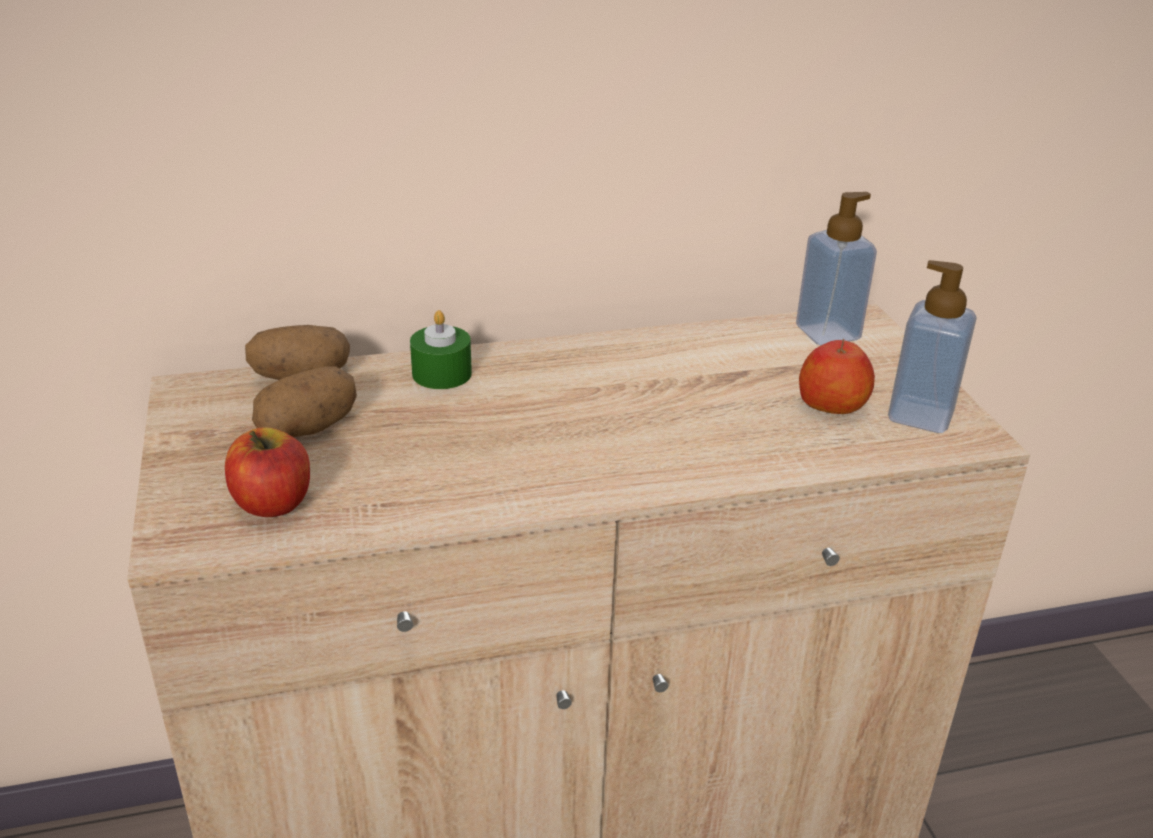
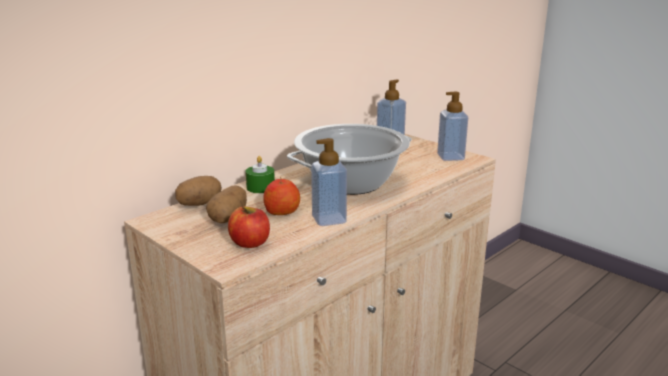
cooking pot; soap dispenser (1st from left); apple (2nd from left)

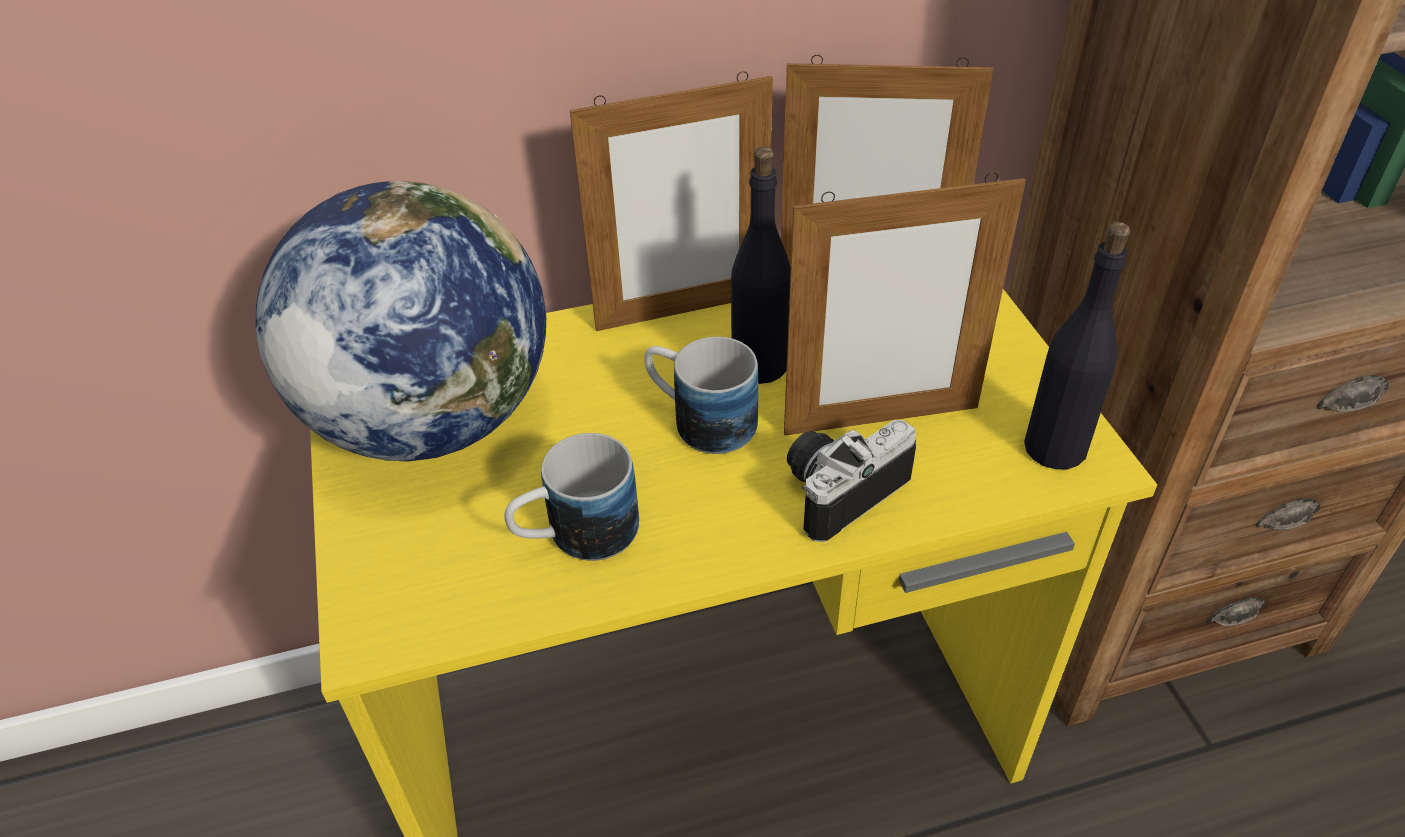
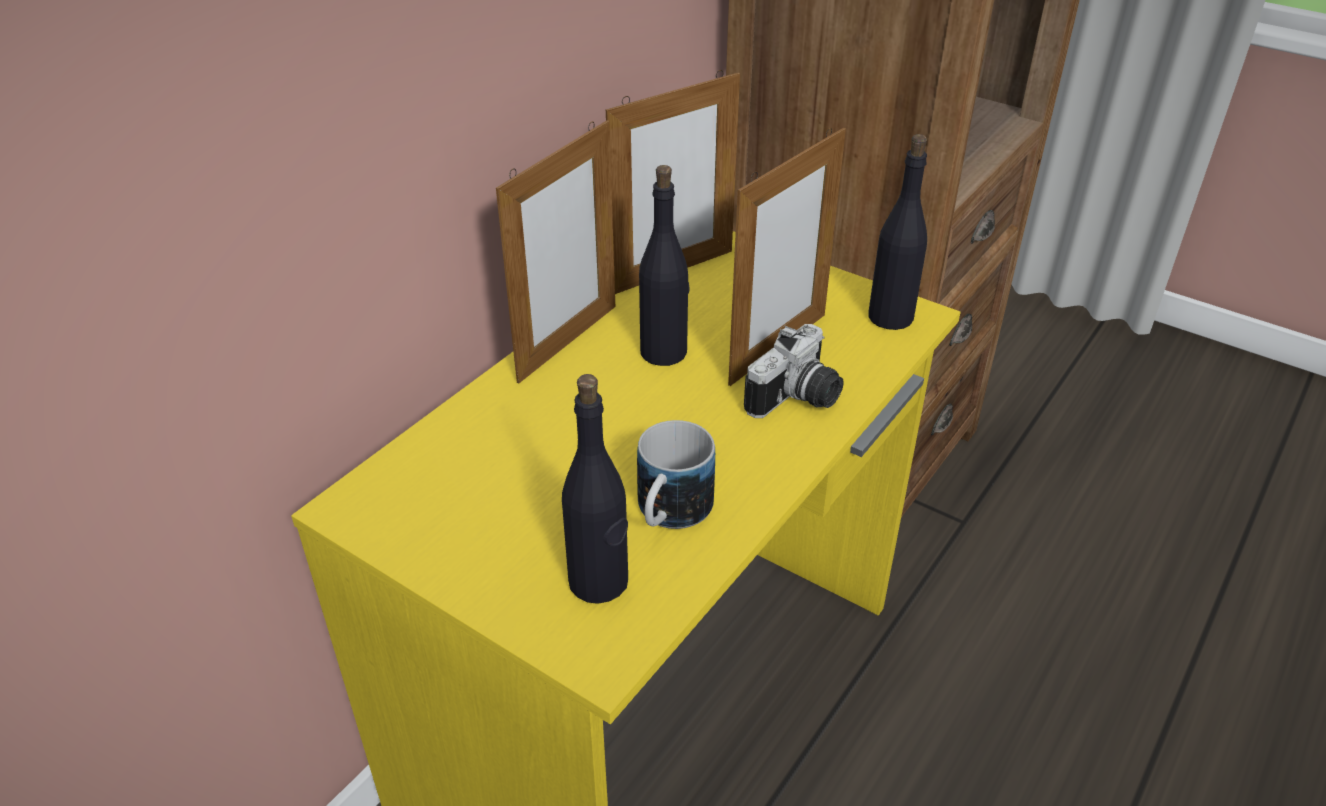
globe; mug (2nd from left in the first image); black bottle (1st from left); photo camera

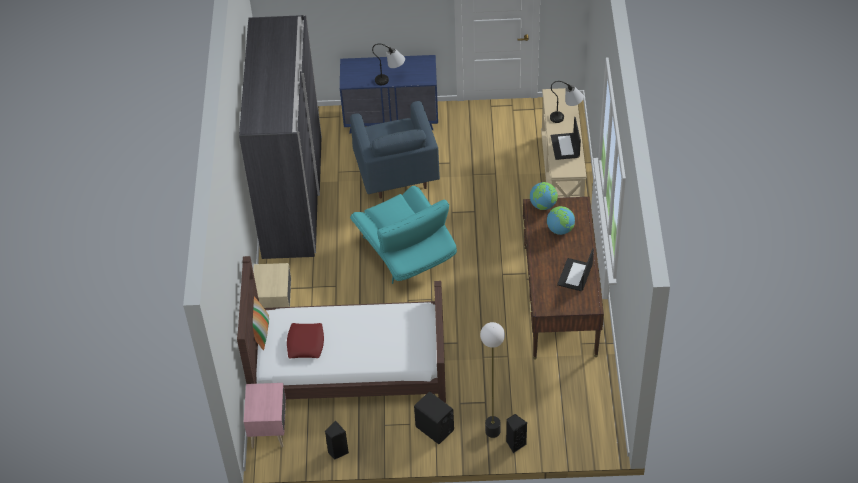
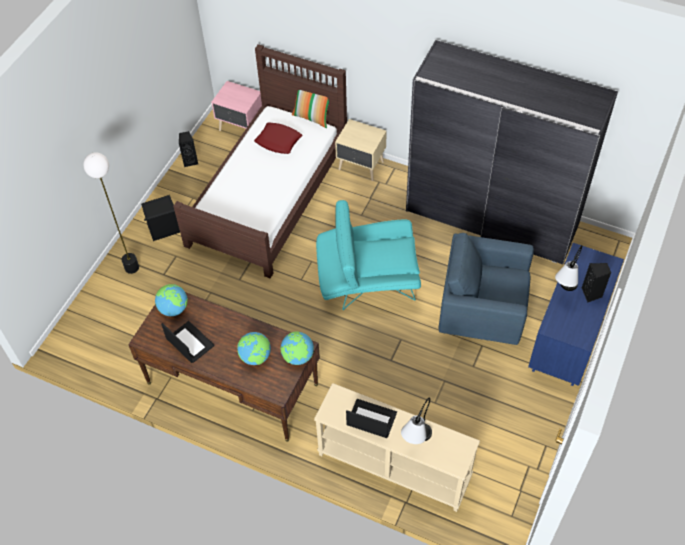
globe (1st from left); black speaker (3rd from left)

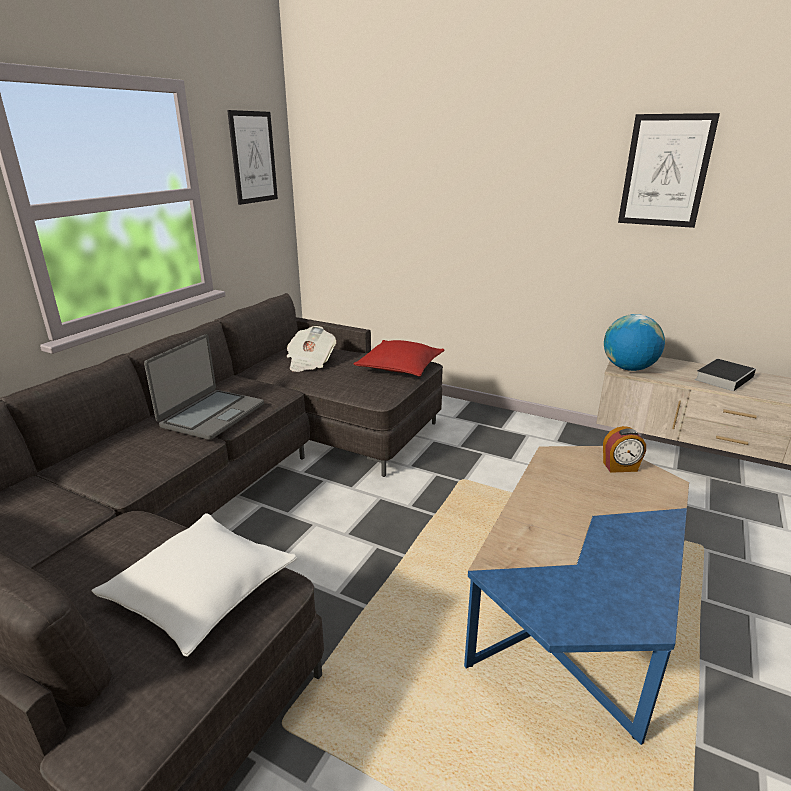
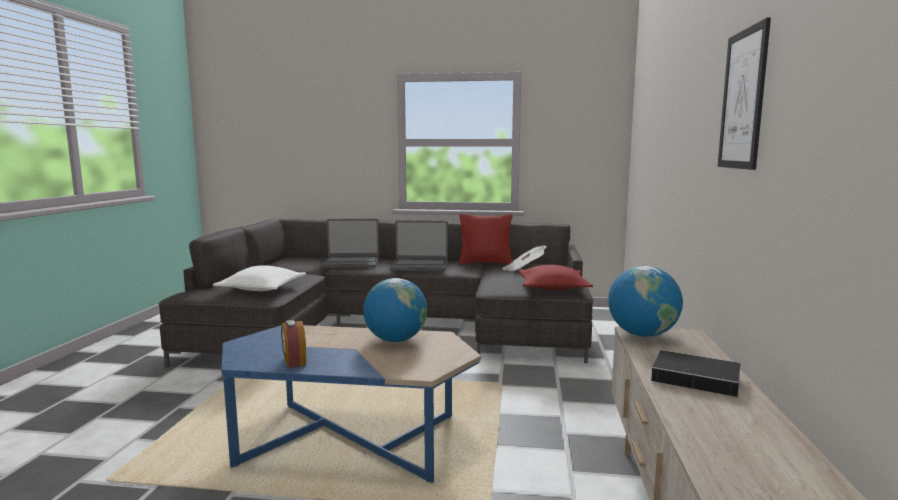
picture (1st from left in the first image); laptop (1st from left); globe (1st from left); red pillow (1st from left); alarm clock

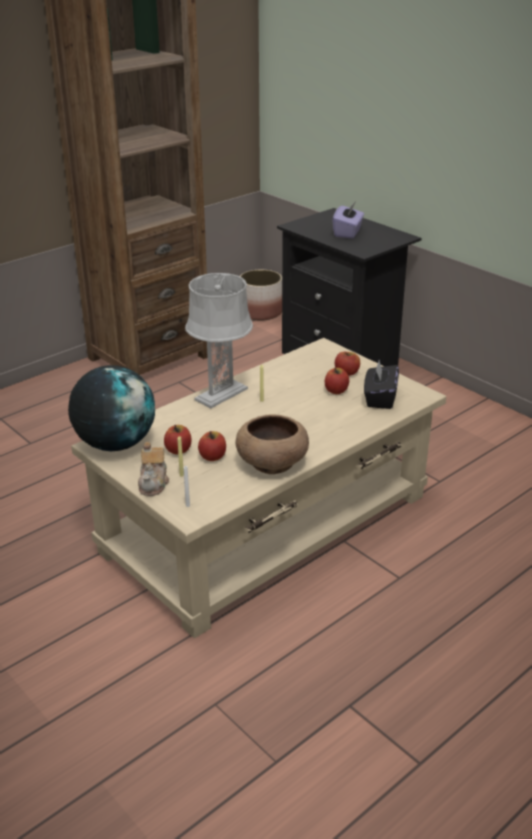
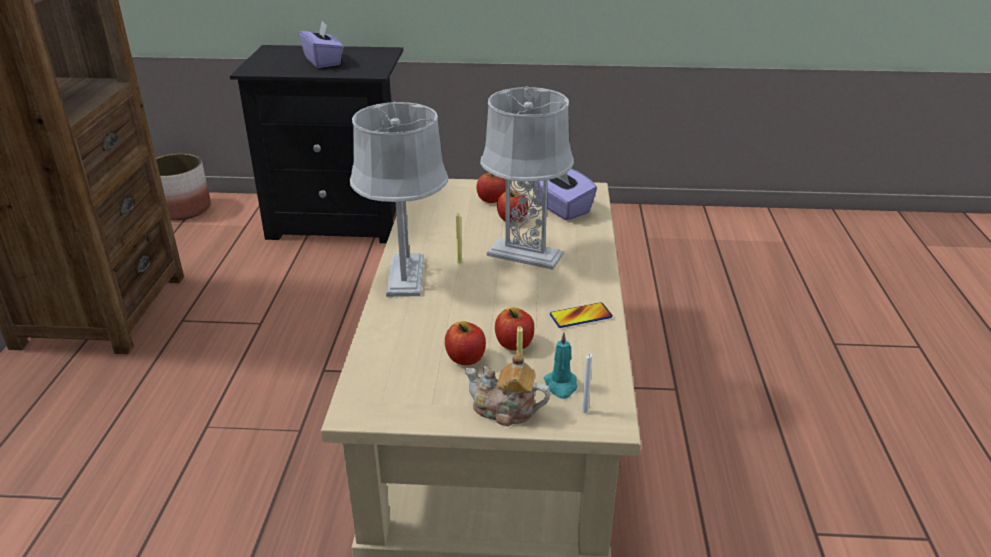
globe; grey table lamp (2nd from left); turquoise candle; phone; purple tissue box (2nd from left); teapot

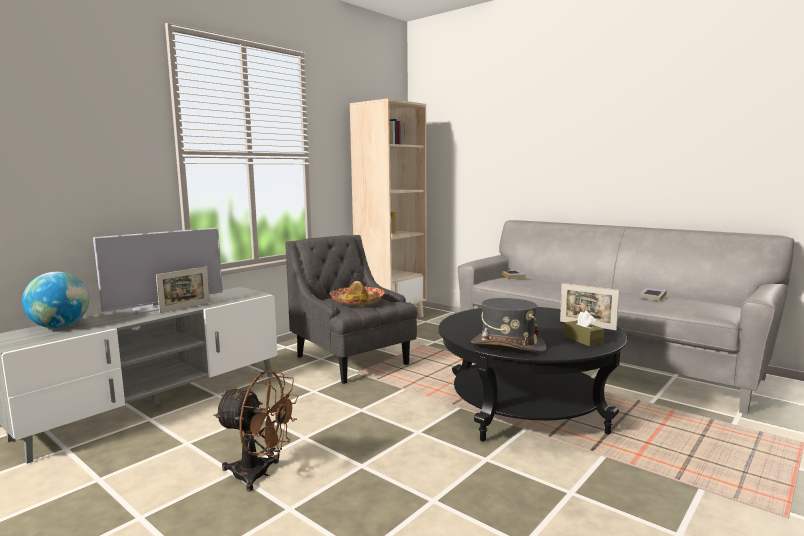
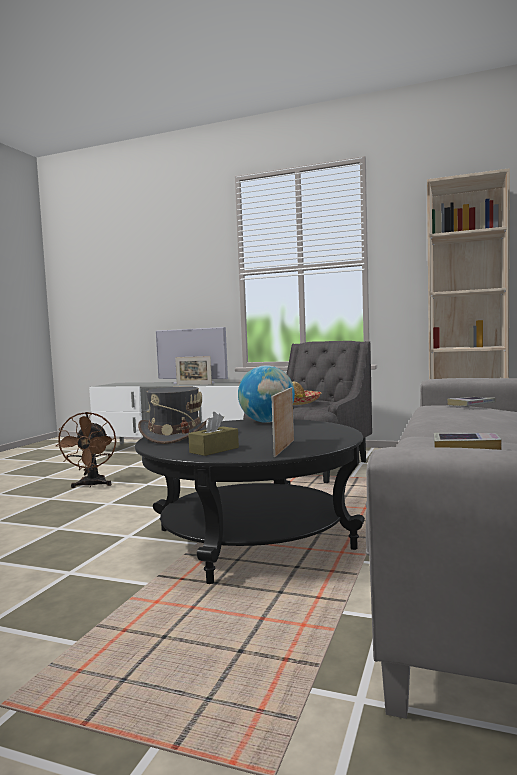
globe

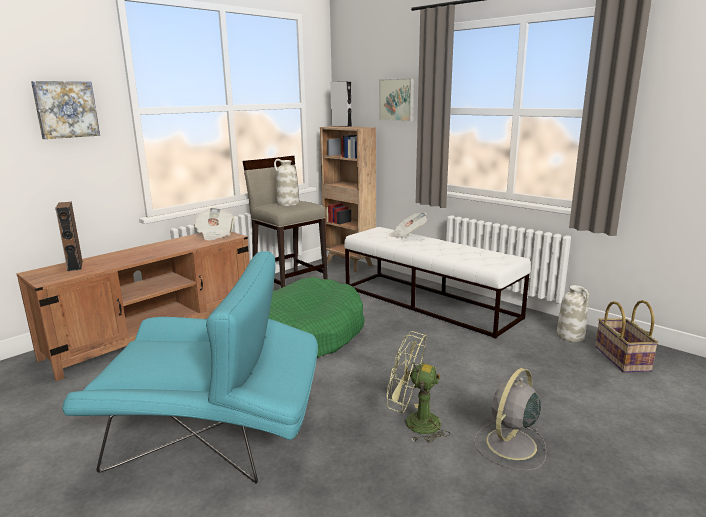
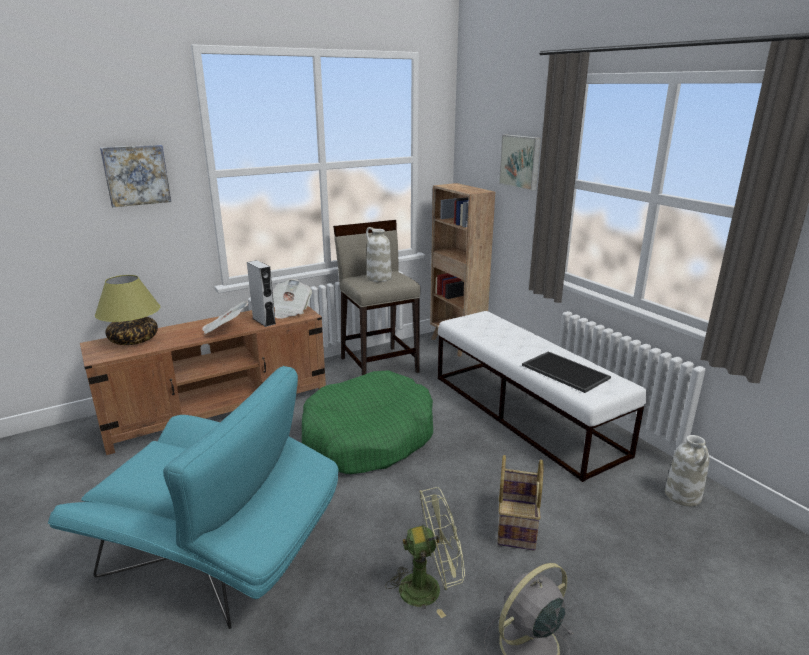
tray; grey speaker; newspaper (1st from left); basket; table lamp; green fan

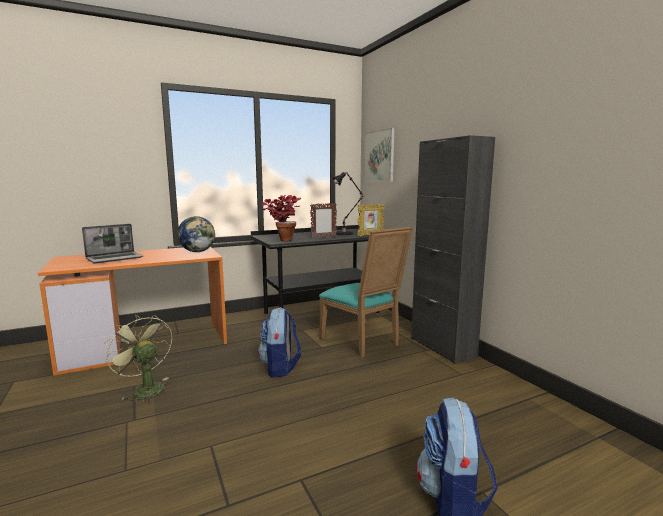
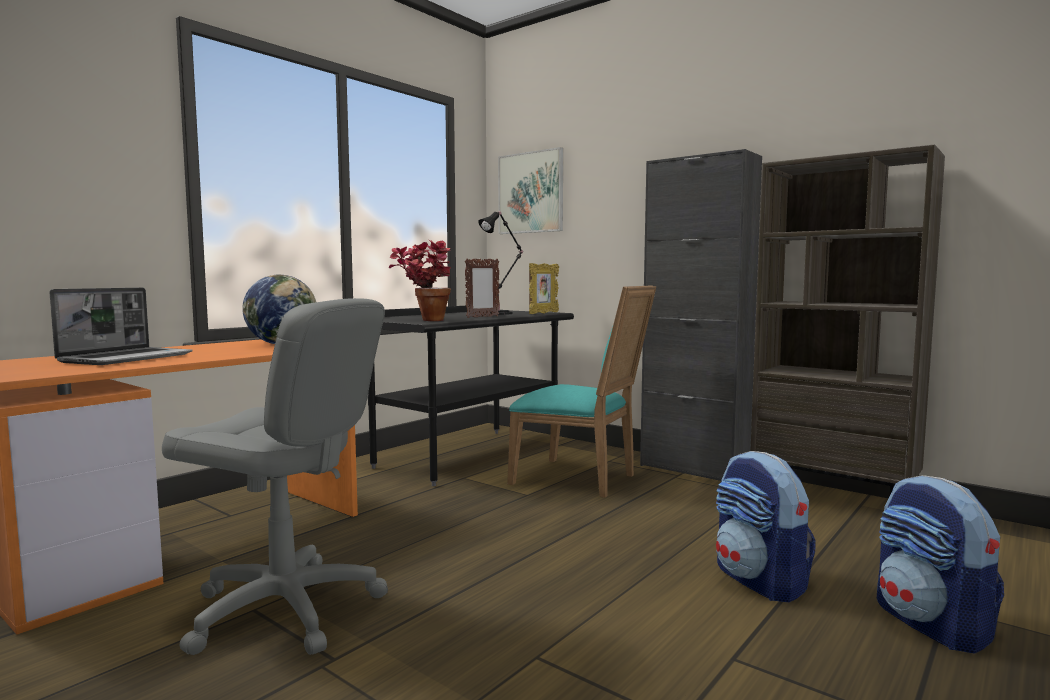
brown bookcase; backpack (1st from left); grey office chair

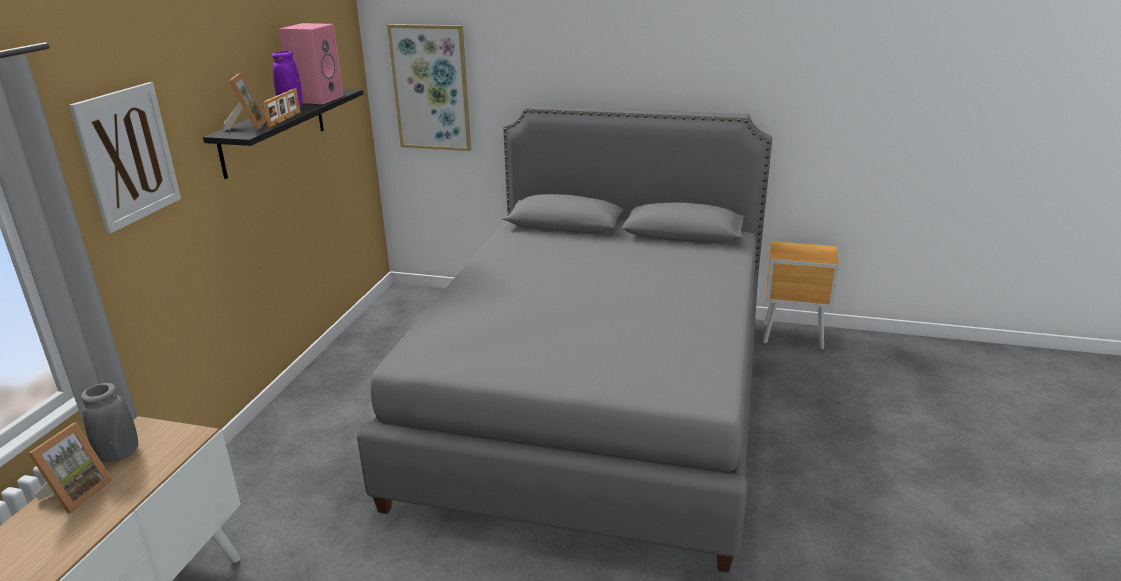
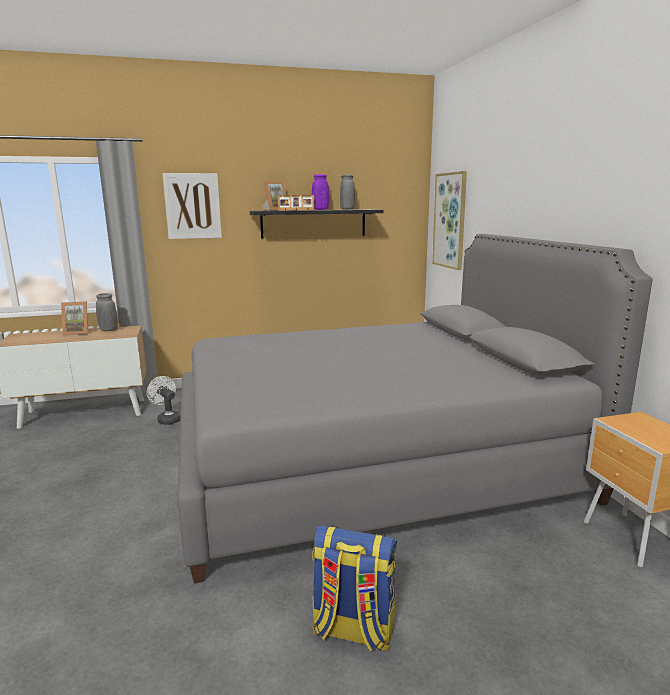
white fan; backpack; grey vase (2nd from left)

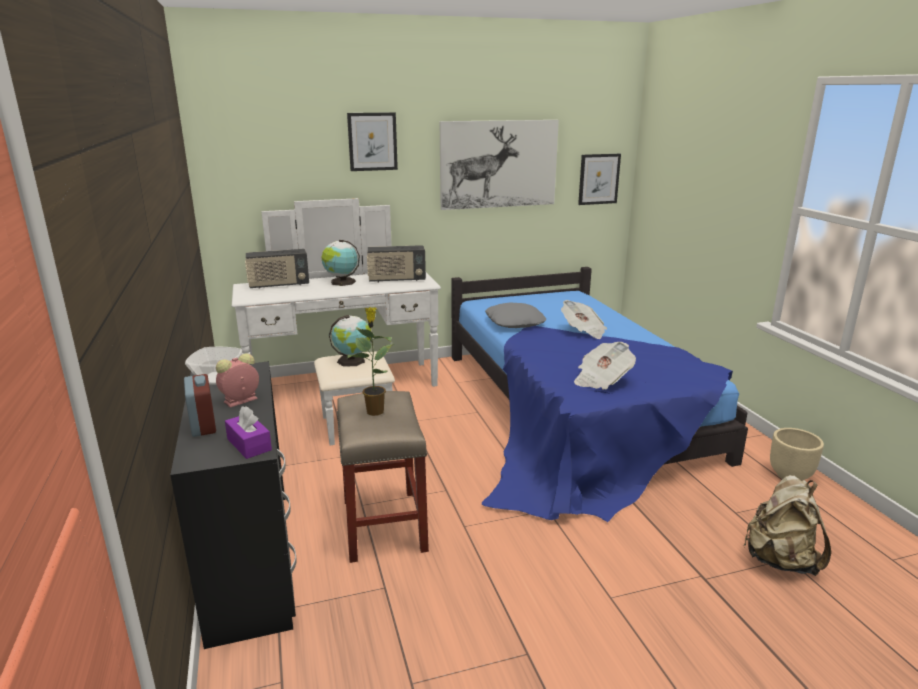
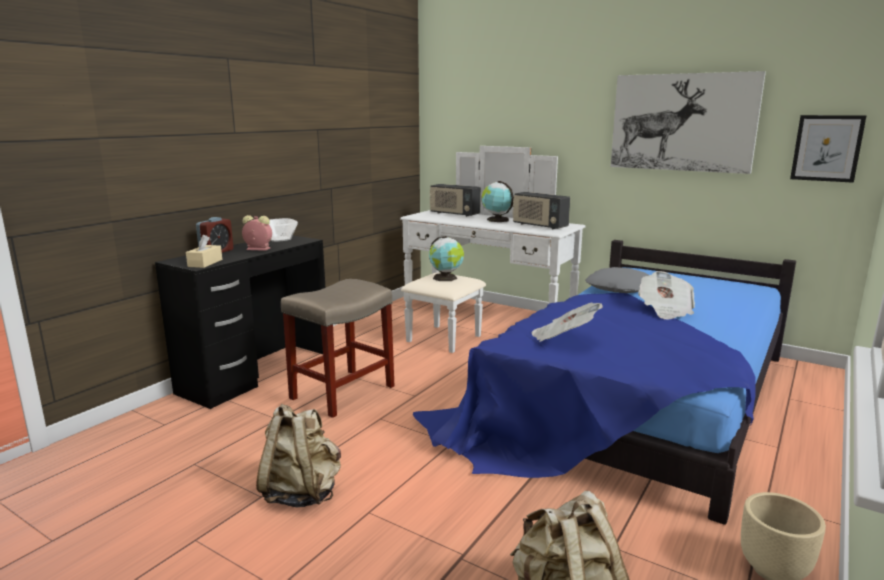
picture (1st from left in the first image); potted plant; beige backpack (1st from left); beige tissue box

